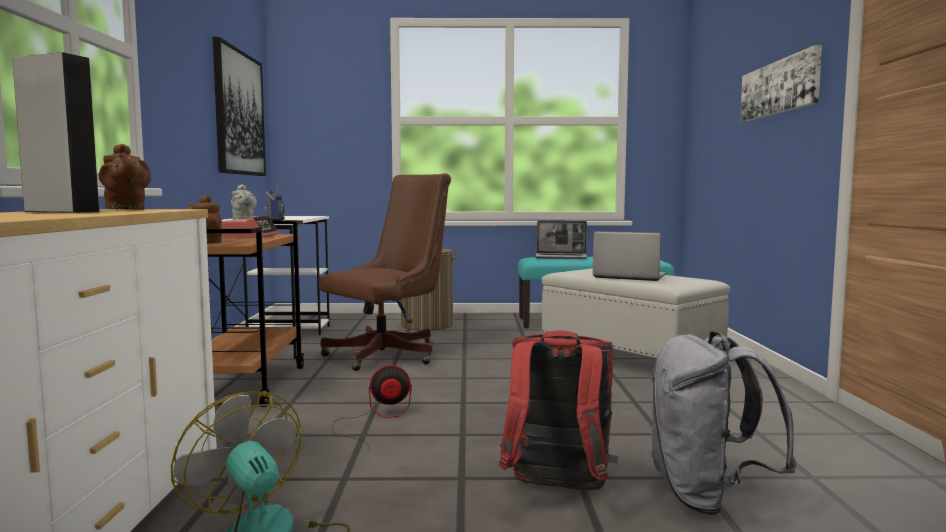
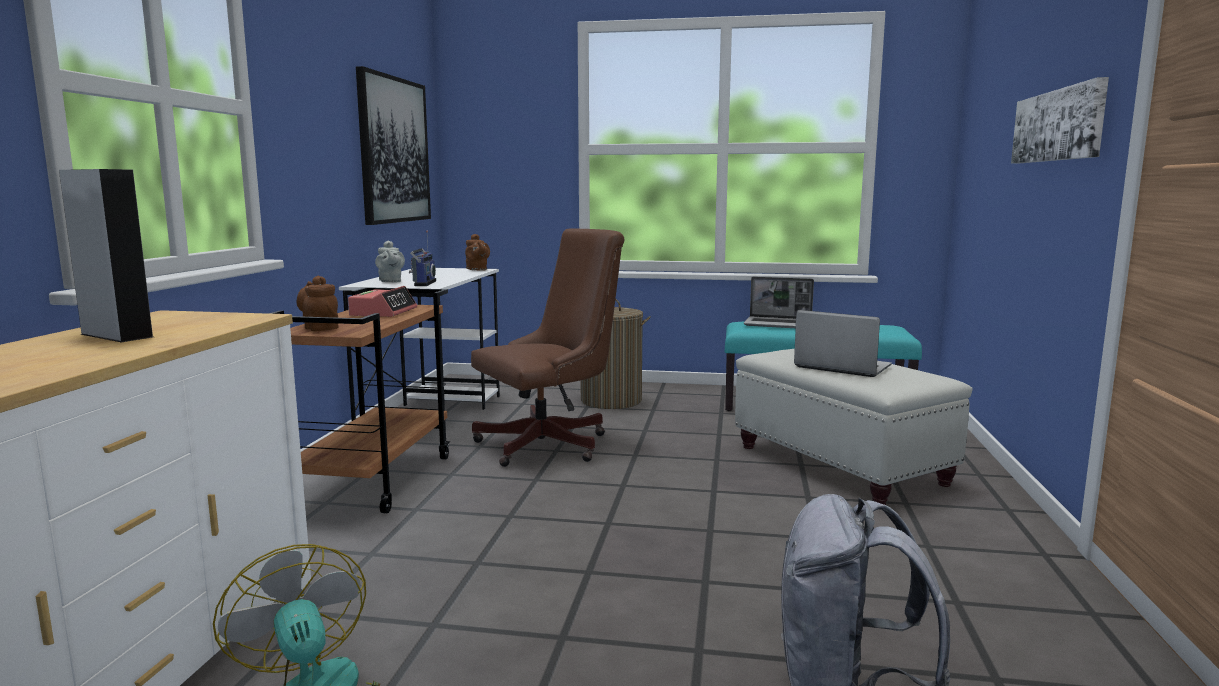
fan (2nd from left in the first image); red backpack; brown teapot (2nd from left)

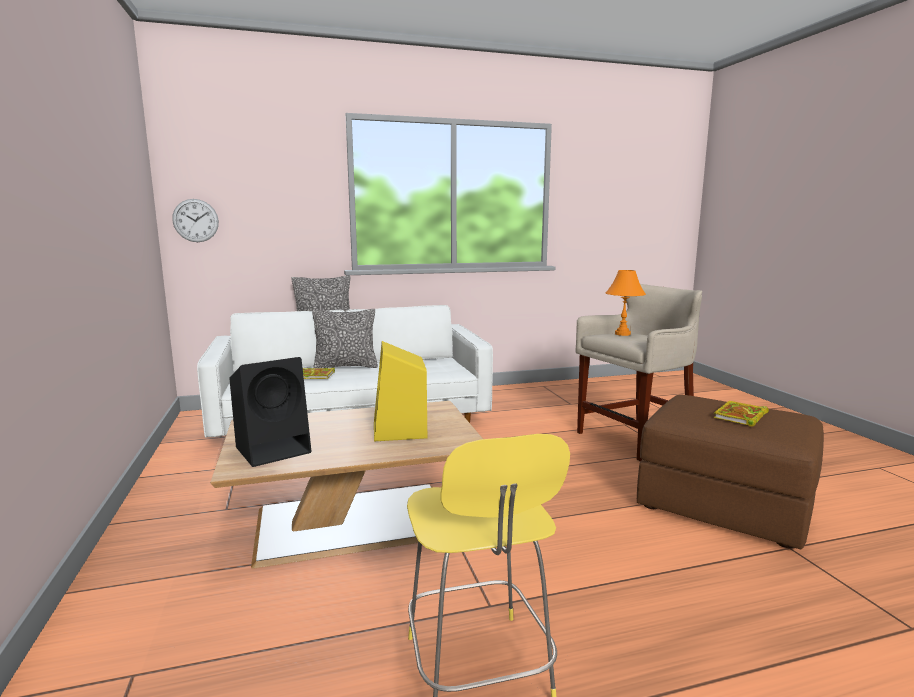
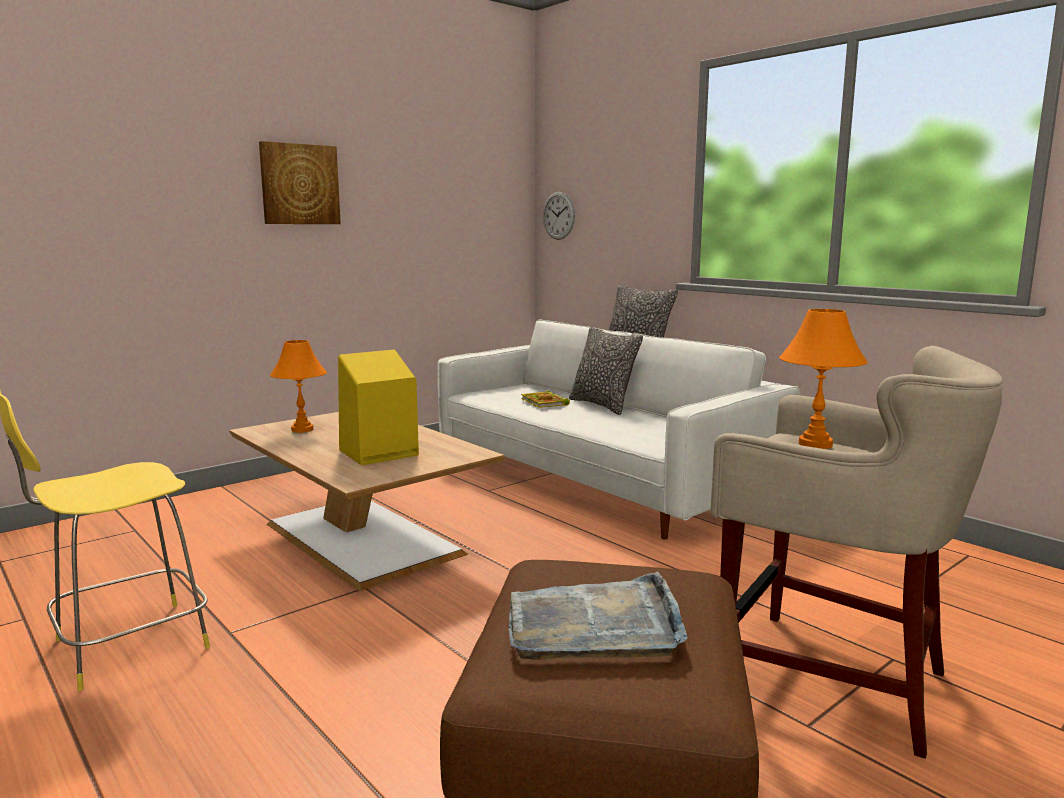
picture; orange table lamp (1st from left); grey tray

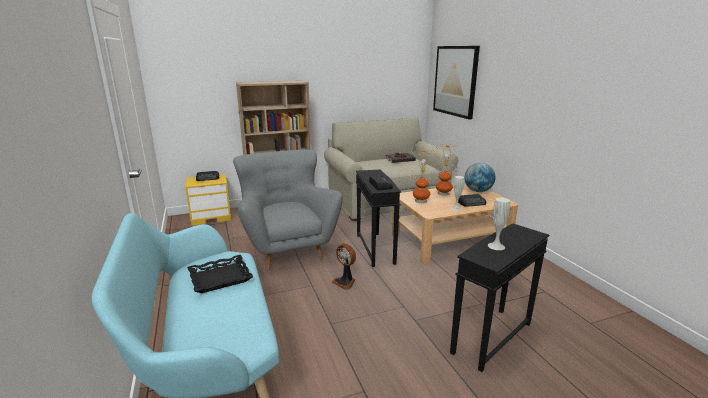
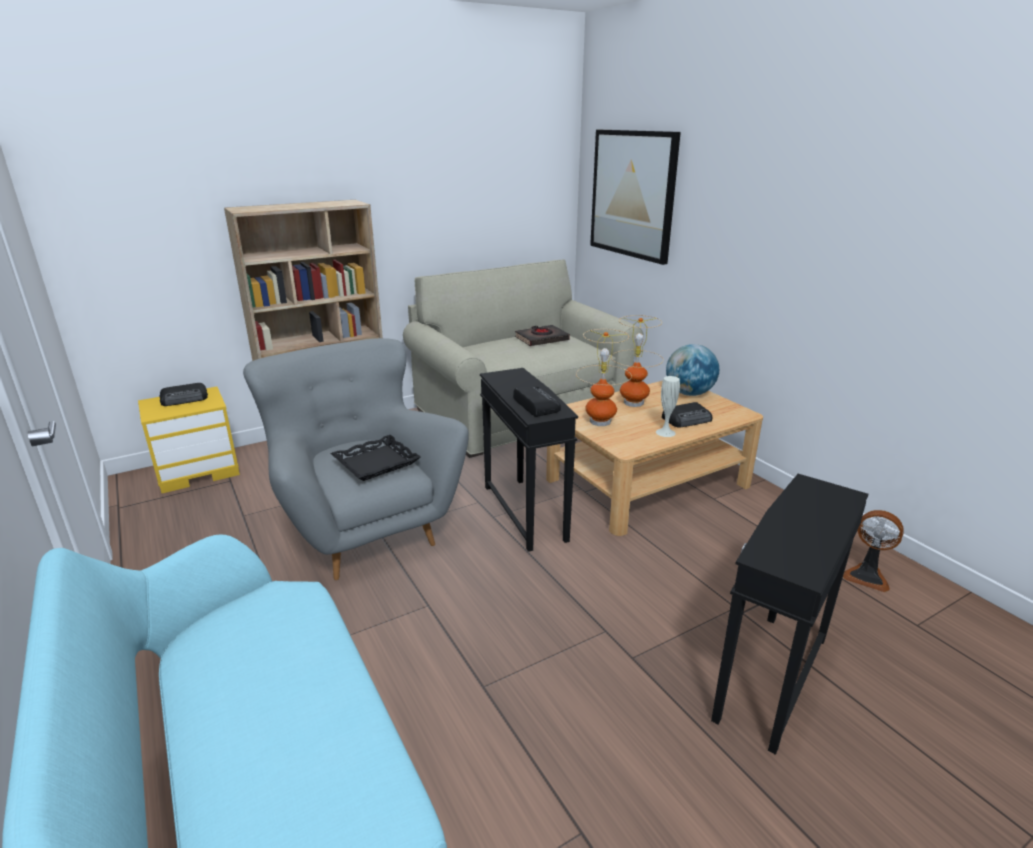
white vase (2nd from left in the first image); black tray; fan

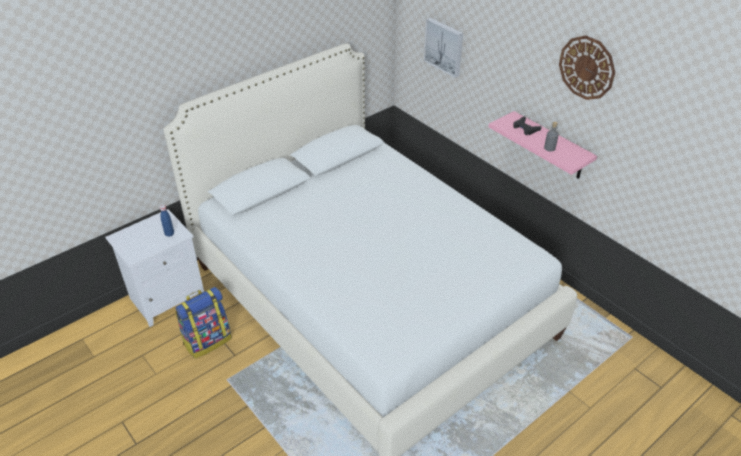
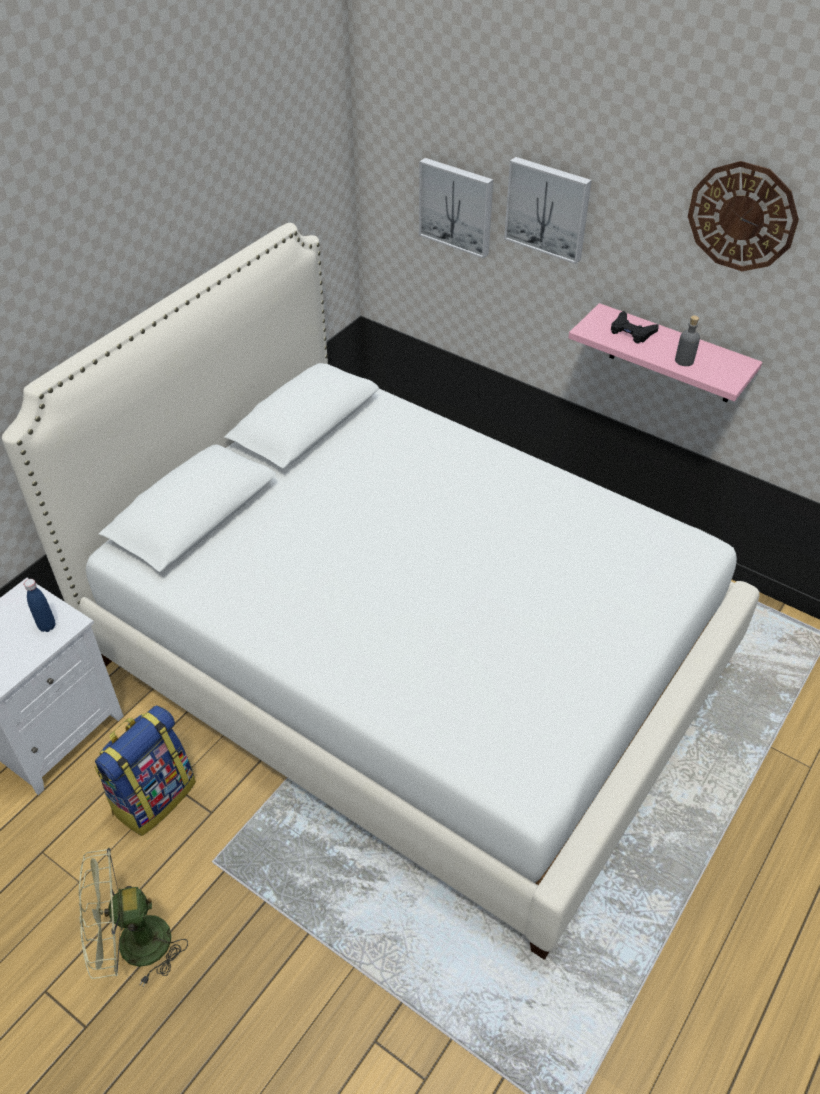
green fan; picture (2nd from left)

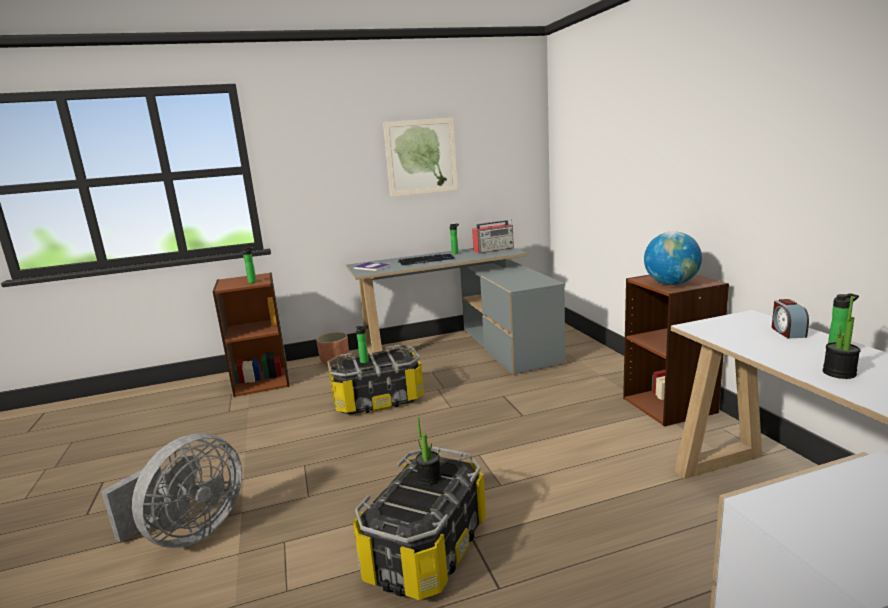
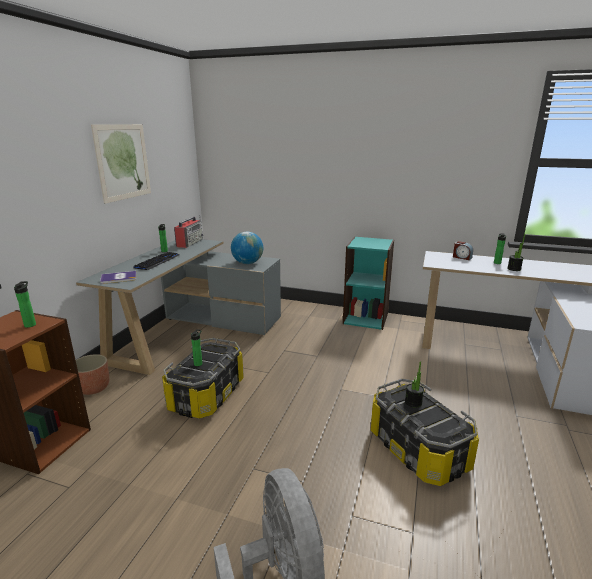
globe; turquoise bookcase

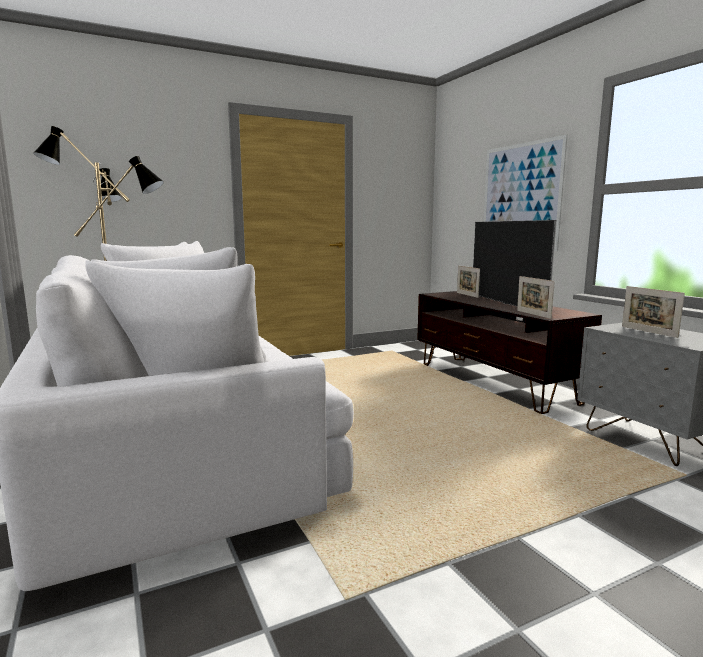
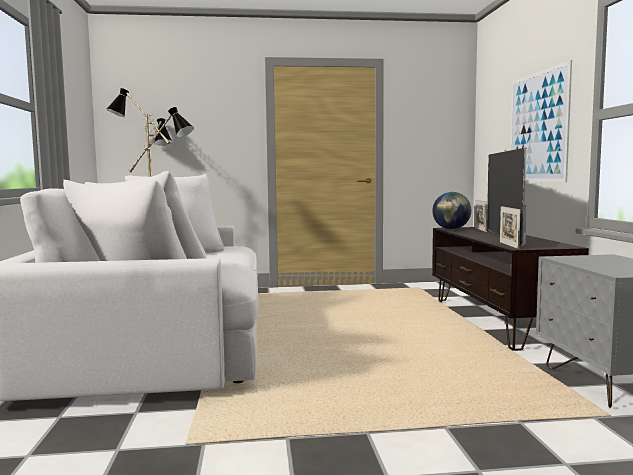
picture frame (3rd from left in the first image); globe

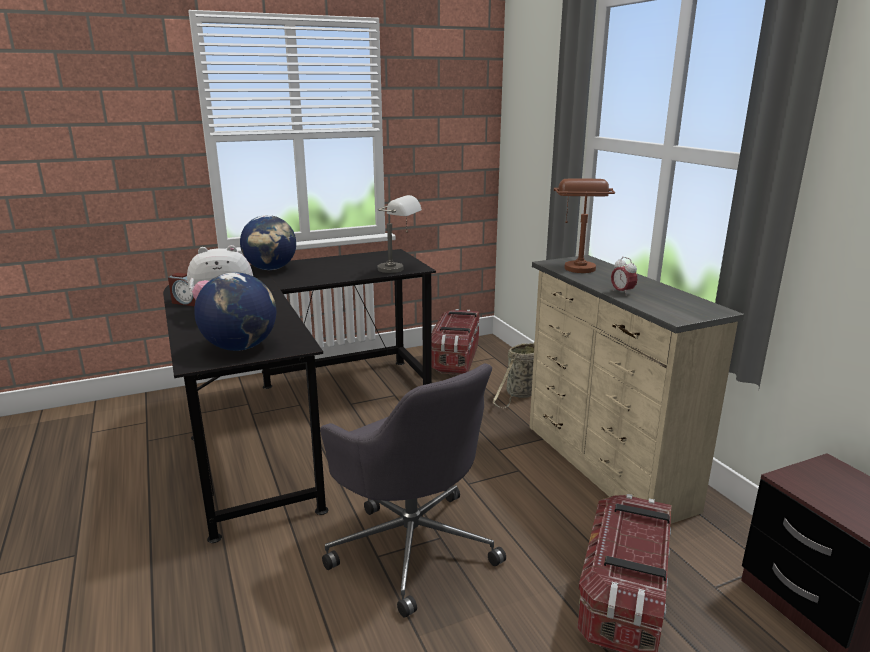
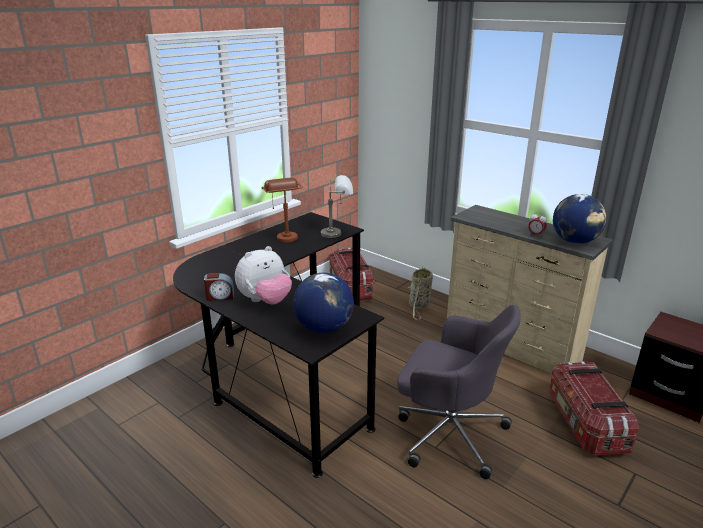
globe (2nd from left); brown table lamp

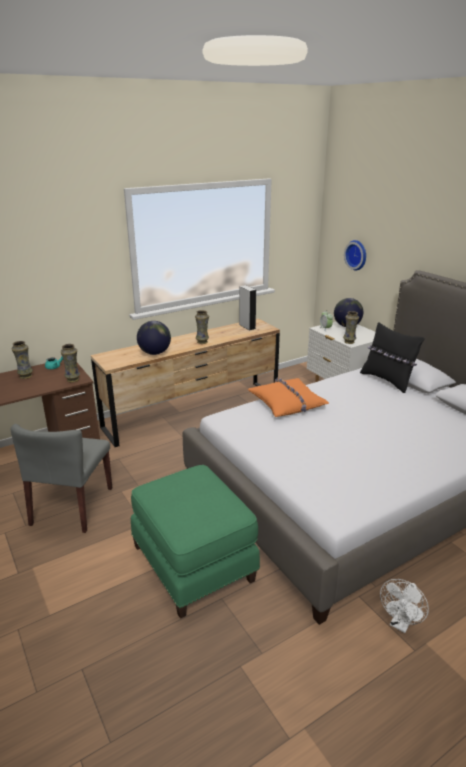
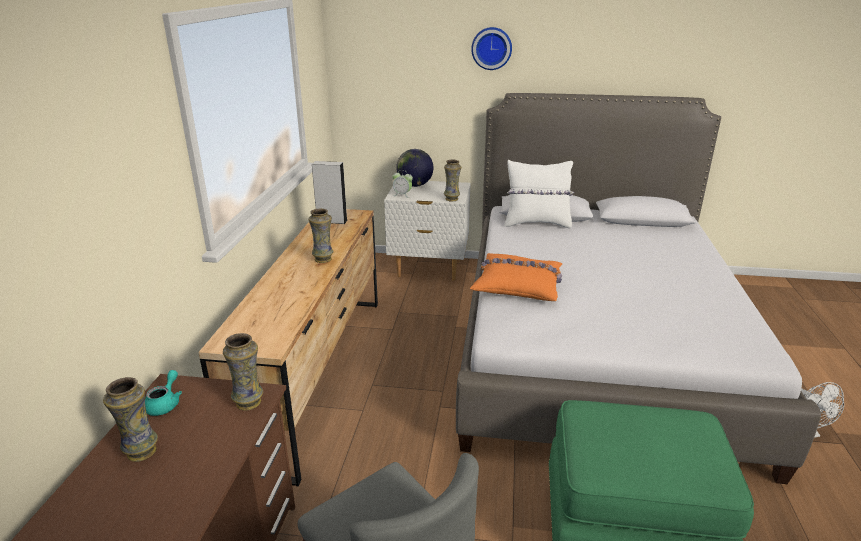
globe (1st from left in the first image); wall clock; white pillow

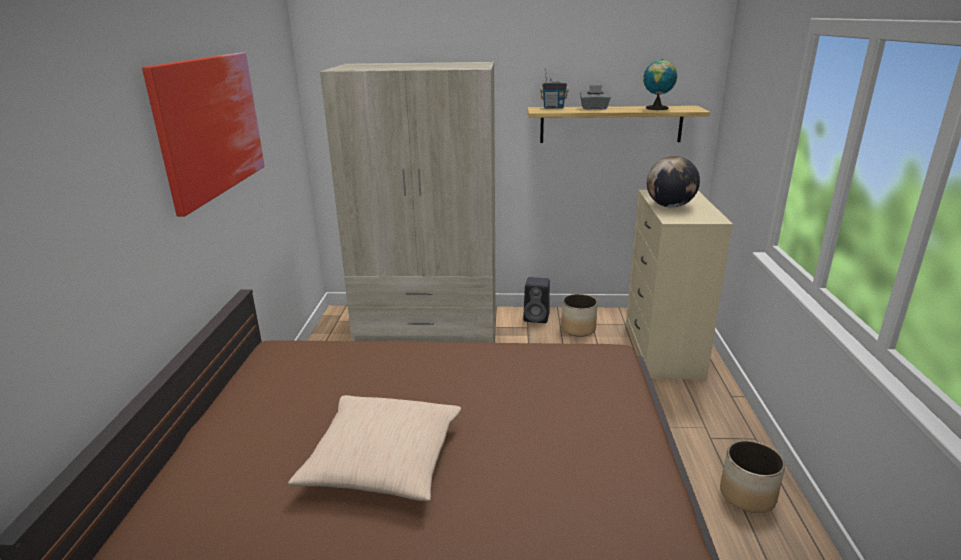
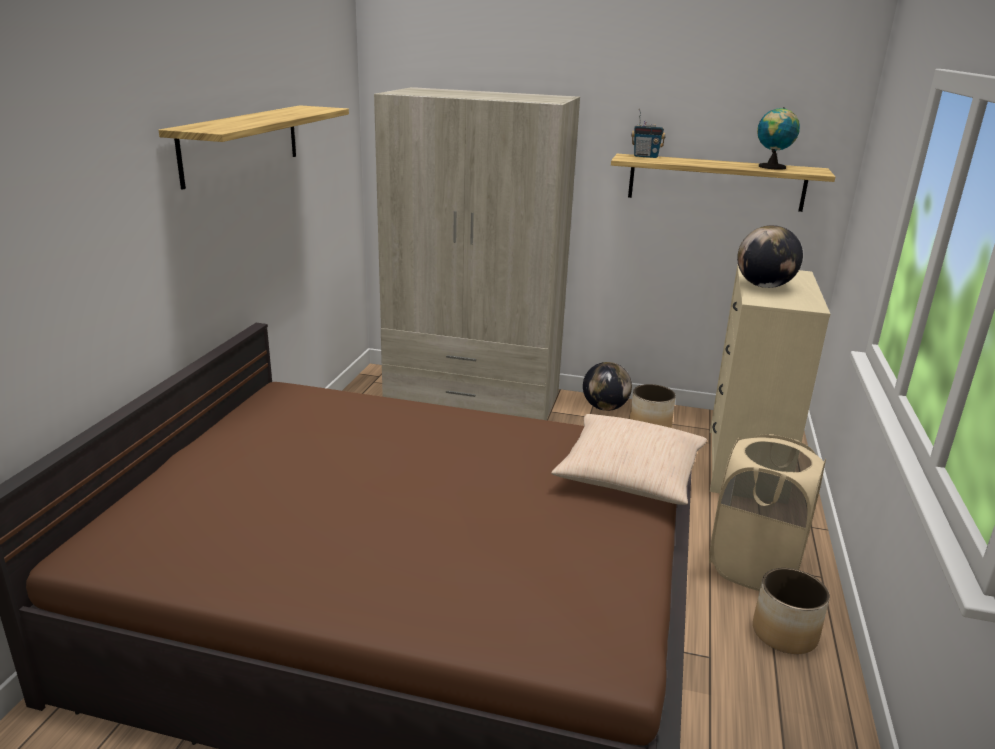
grey tissue box; beige laundry basket; beige pillow; shelf (1st from left); globe (1st from left)

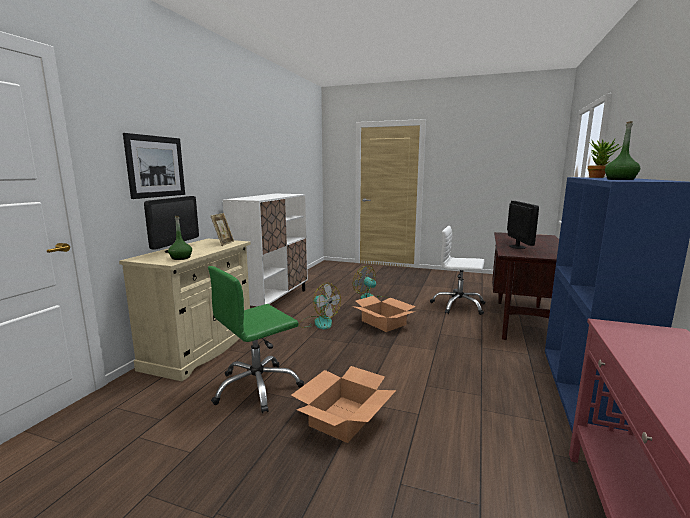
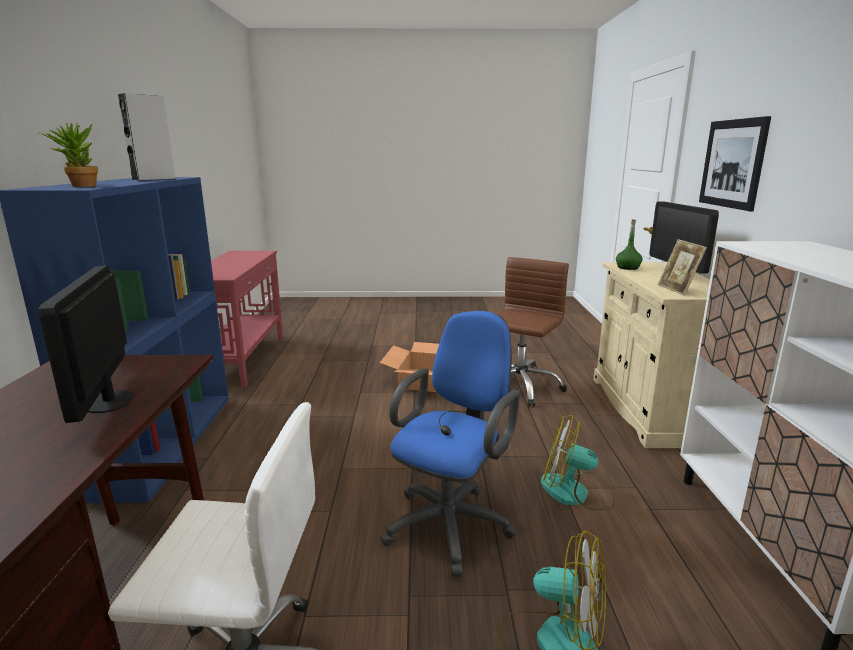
blue office chair; grey speaker; brown office chair

